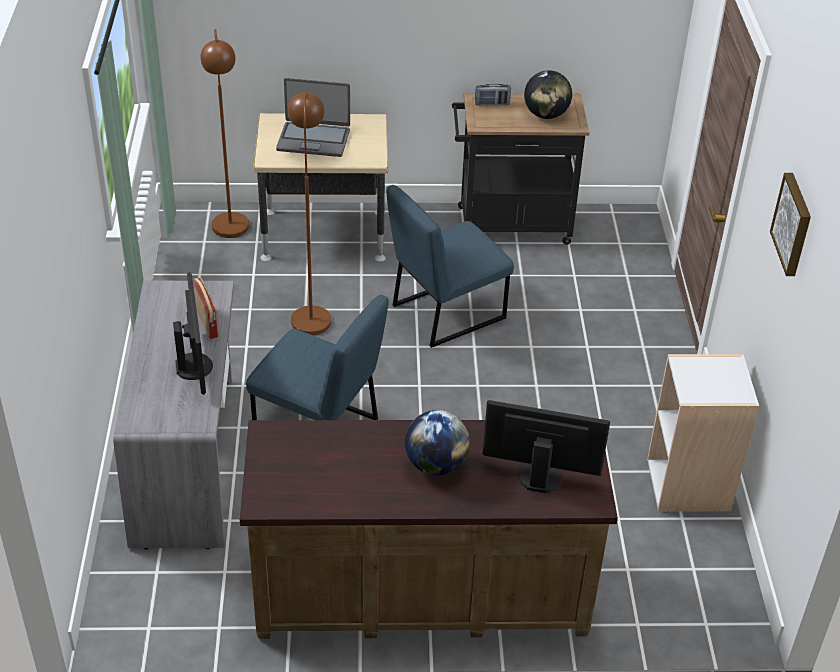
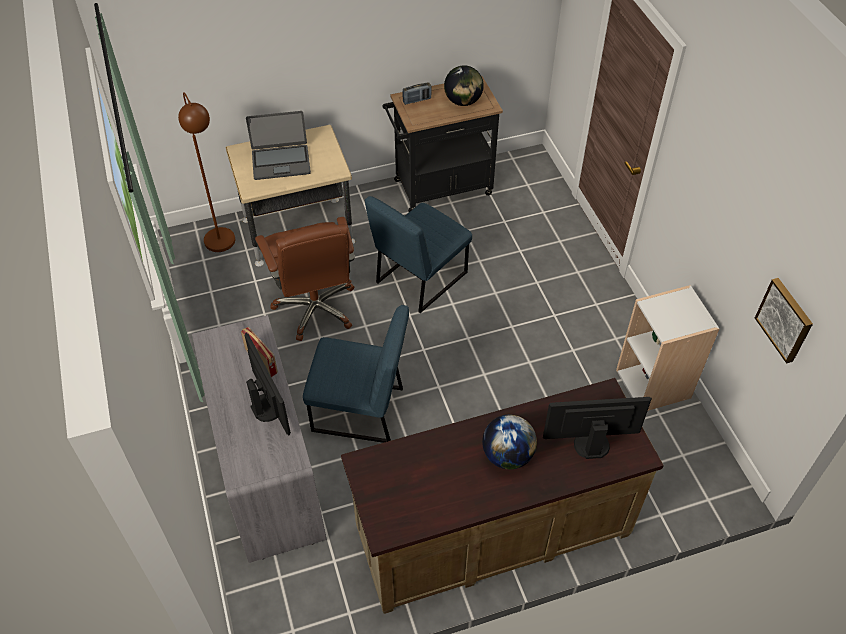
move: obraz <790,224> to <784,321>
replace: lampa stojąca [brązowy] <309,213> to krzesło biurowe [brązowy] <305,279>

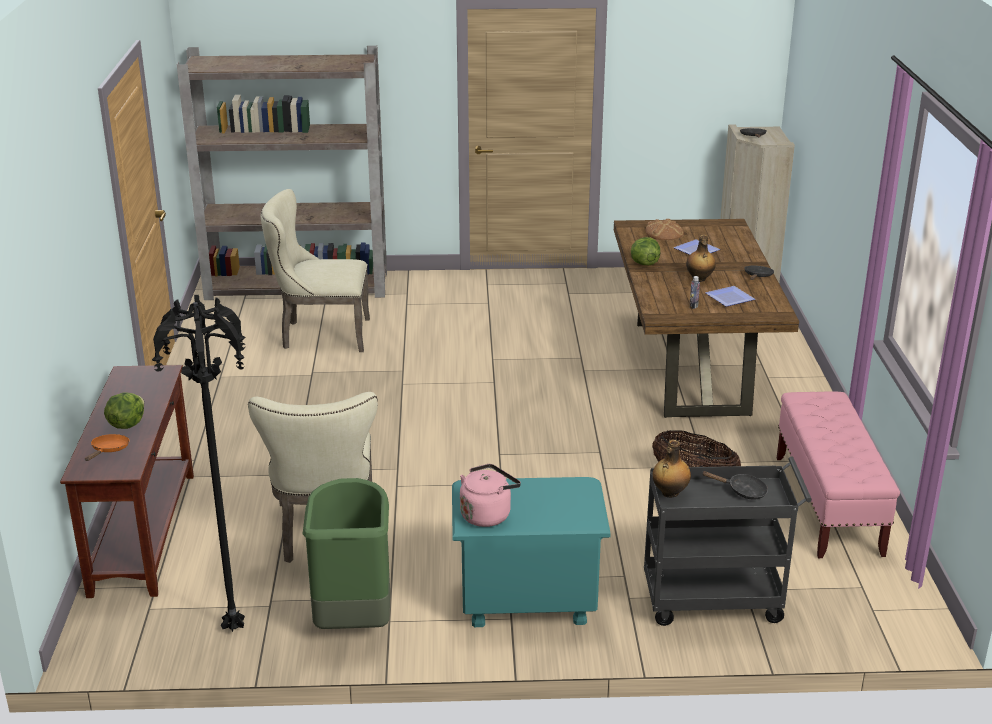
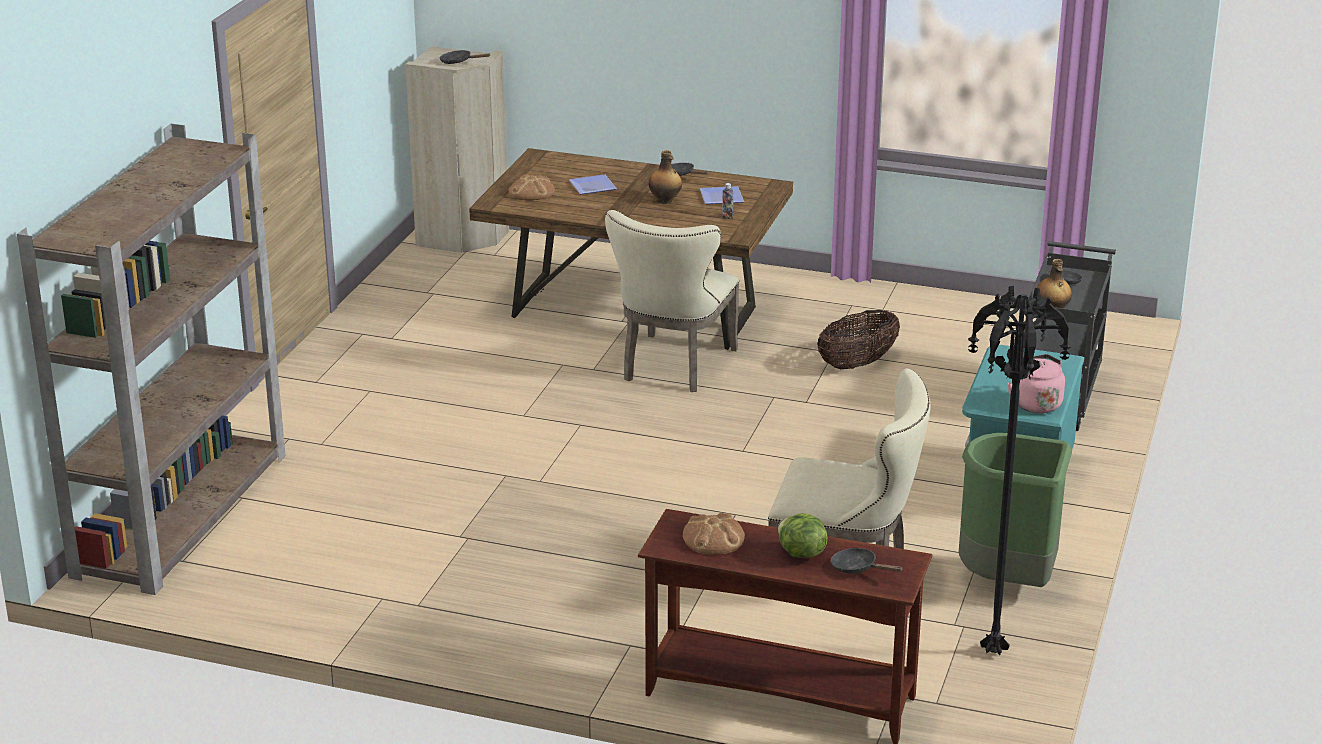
delete: sałata <645,251>; ławka [różowy] <838,474>
insert: chleb <714,534>
move: krzesło [beżowy] <315,270> to <672,301>
recolor: patelnia [pomarańczowy] <107,447> to patelnia [czarny] <867,560>

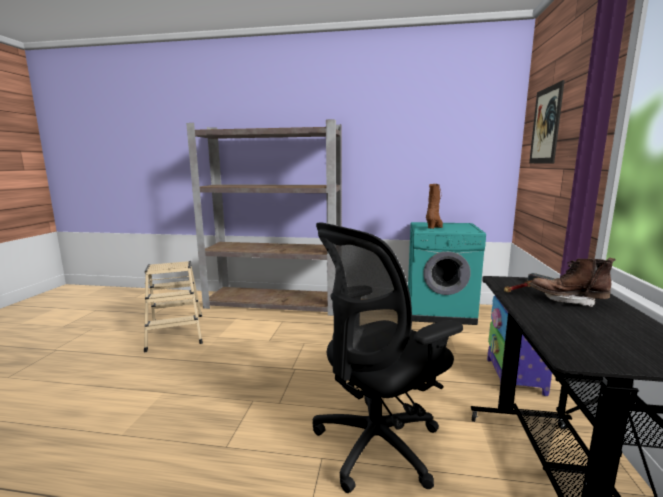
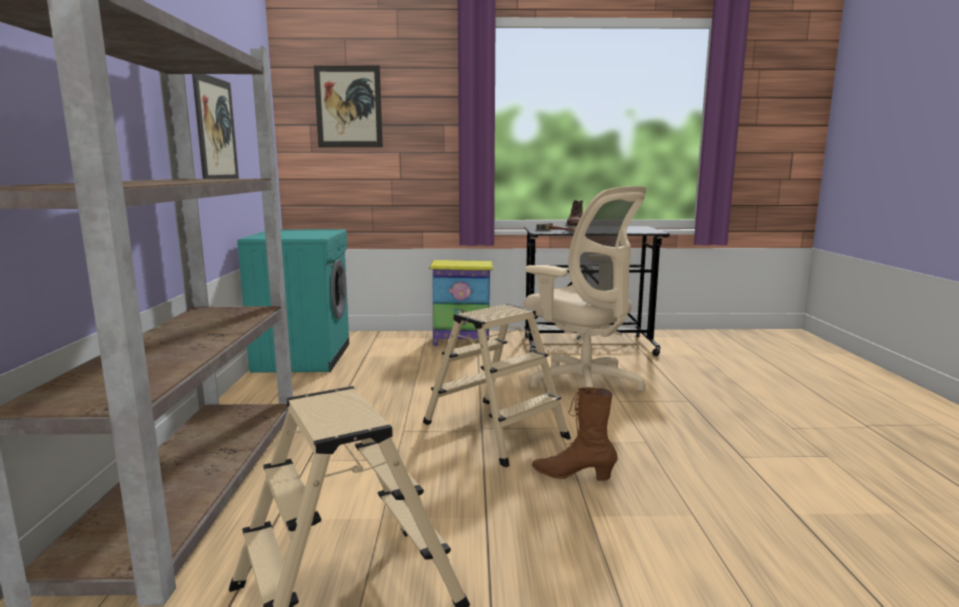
insert: obraz <215,126>; drabinka [beżowy] <497,385>
move: but z cholewką [brązowy] <434,206> to <574,434>
recolor: krzesło biurowe [czarny] <388,357> to krzesło biurowe [beżowy] <585,289>

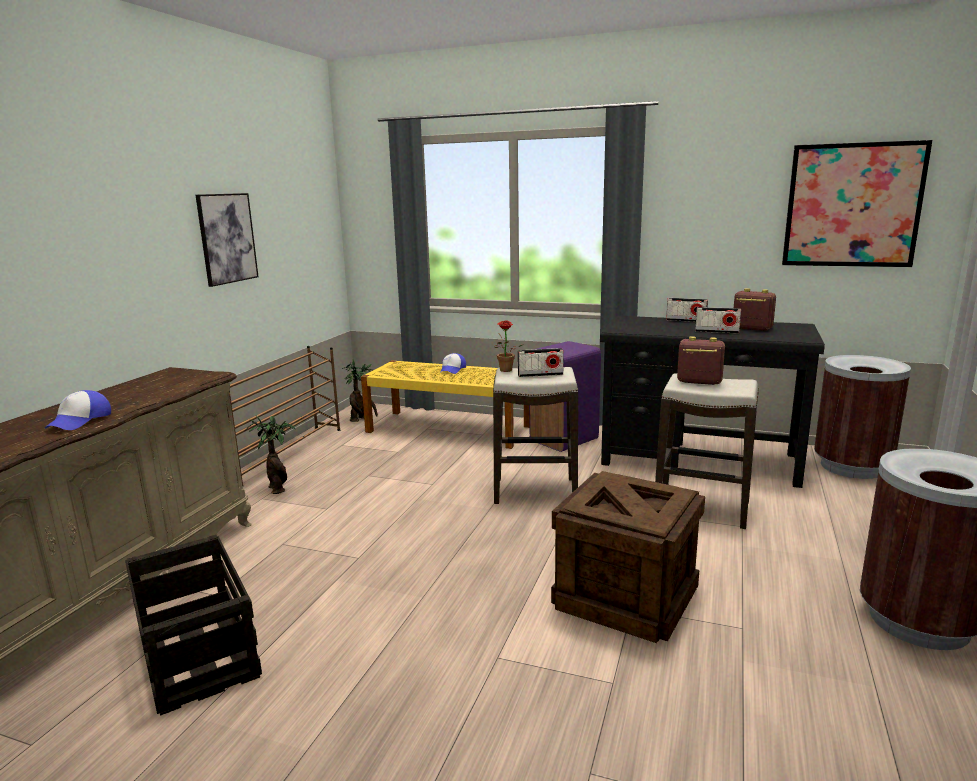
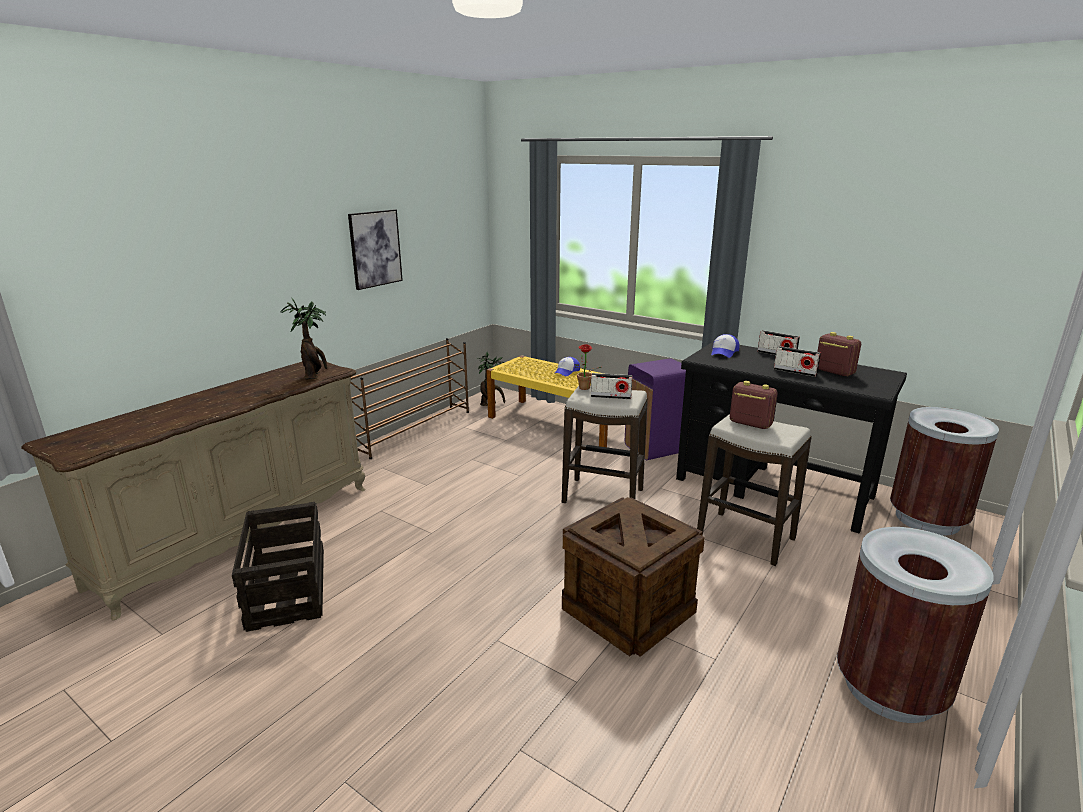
delete: obraz <857,203>
move: czapka z daszkiem <77,410> to <725,346>; roślina doniczkowa <270,455> to <303,338>

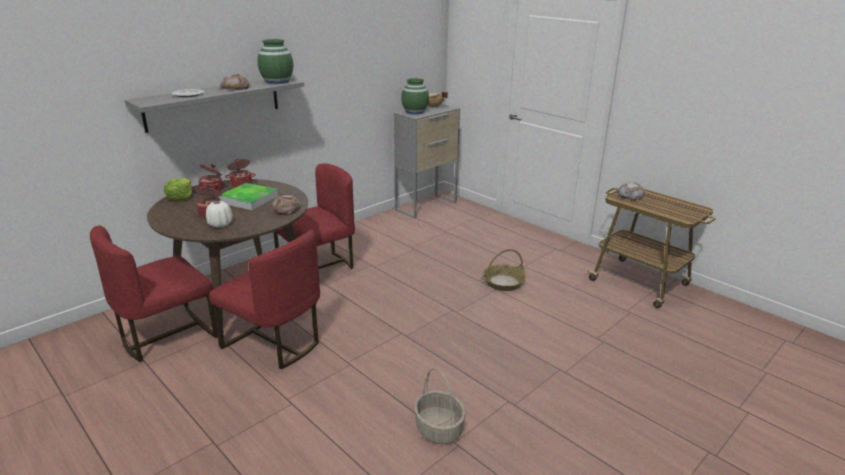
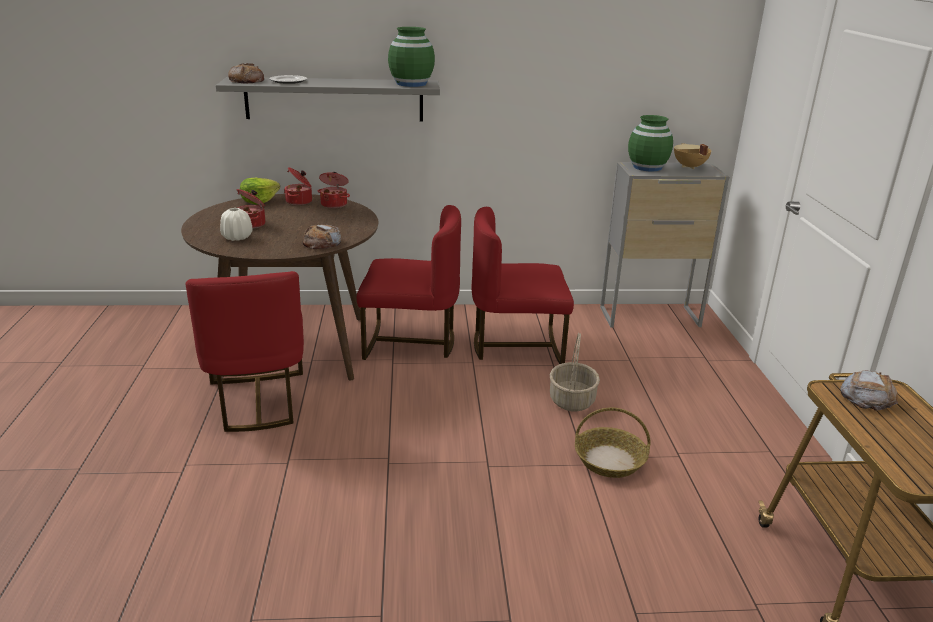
delete: taca <248,196>
move: chleb <235,82> to <246,73>; krzesło [czerwony] <154,293> to <523,285>; koszyk <440,406> to <575,372>

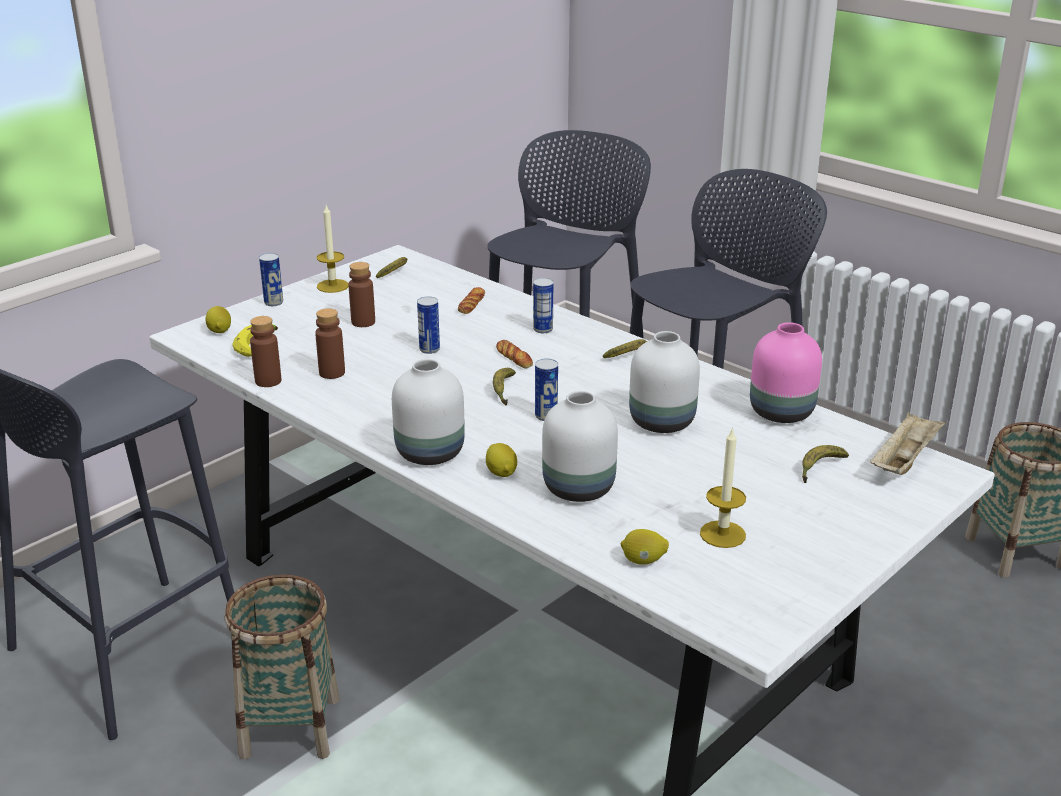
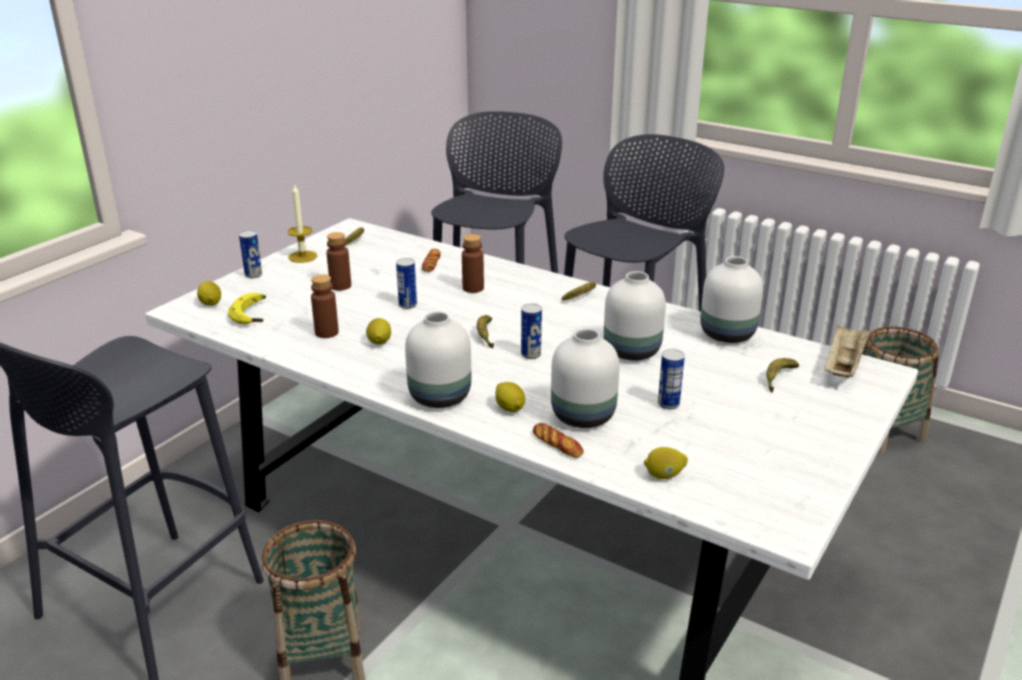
delete: świeca <723,487>
insert: cytryna <378,331>
move: puszka <543,305> to <671,379>; butelka [brązowy] <265,351> to <473,263>; chleb <514,354> to <558,440>
recolor: wazon [różowy] <786,372> to wazon [biały] <731,299>

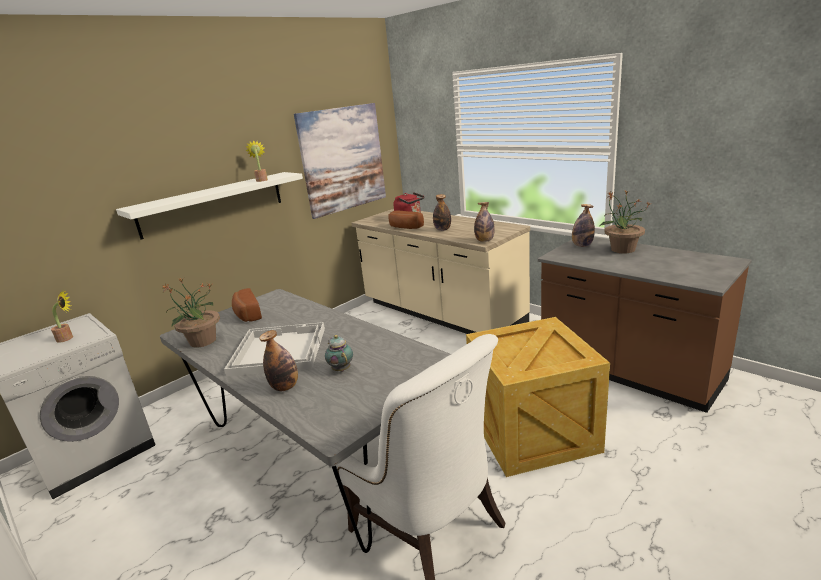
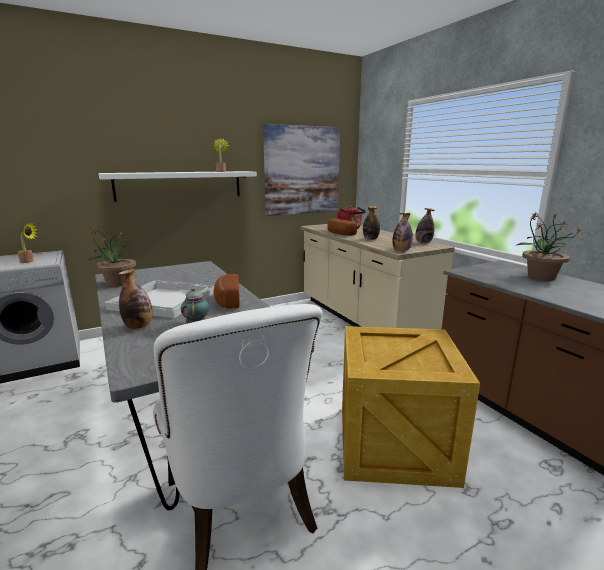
move: butelka <583,225> to <425,226>; chleb <247,305> to <227,291>

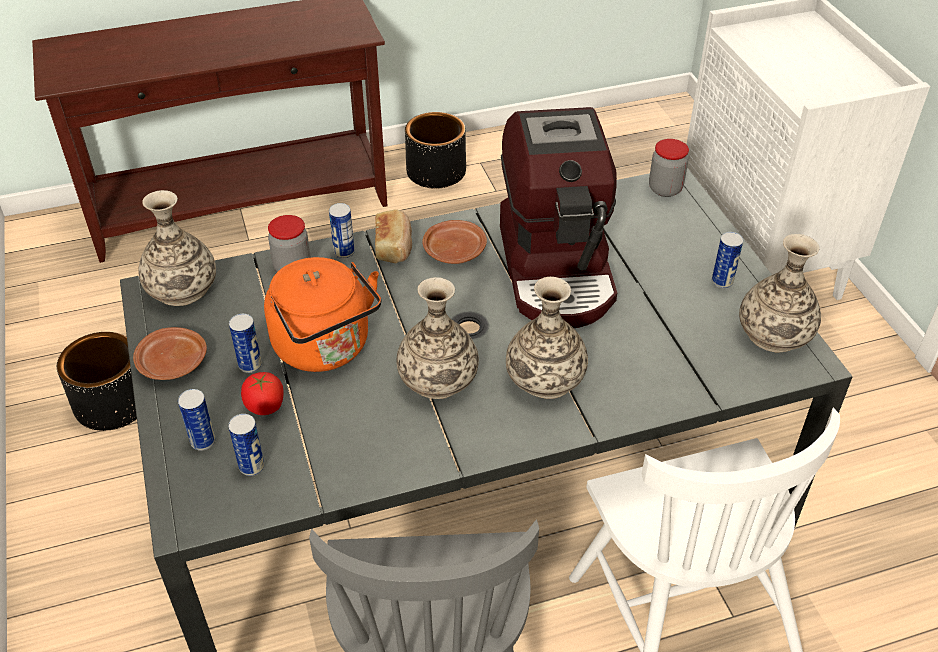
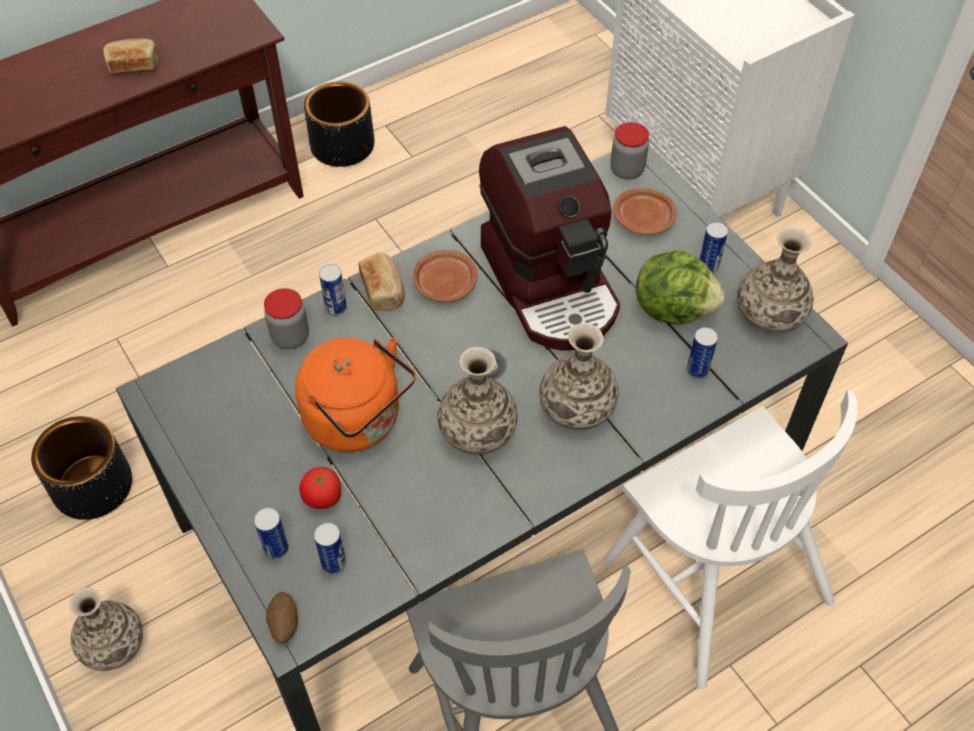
insert: chleb <131,56>; sałata <680,287>; ziemniak <282,618>
move: wazon <177,248> to <106,629>; puszka <245,343> to <702,353>; talerz [brązowy] <170,353> to <644,211>

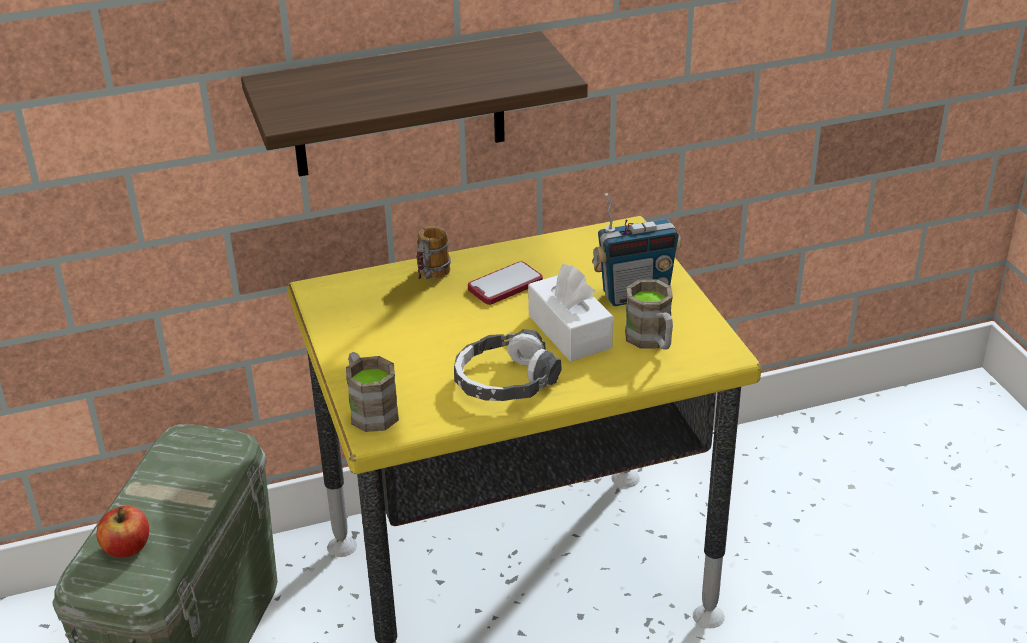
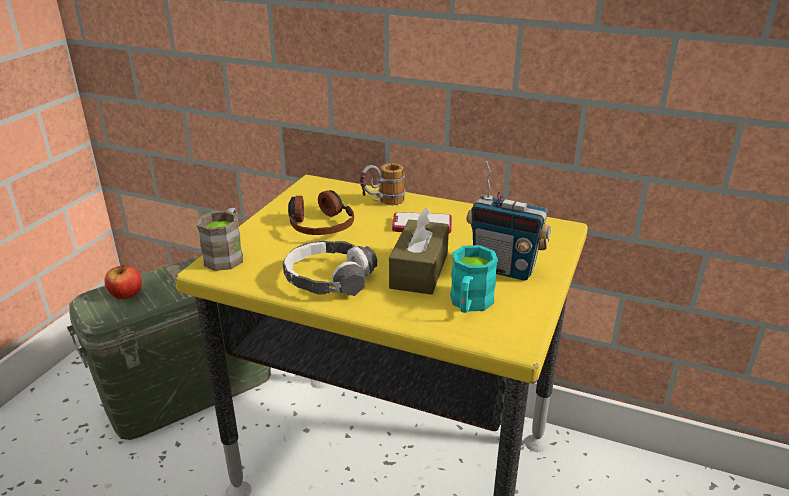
delete: półka <414,104>
insert: słuchawki <321,212>
recolor: pudełko chusteczek [biały] <570,312> to pudełko chusteczek [brązowy] <419,251>; kubek [brązowy] <649,314> to kubek [turkusowy] <474,279>

